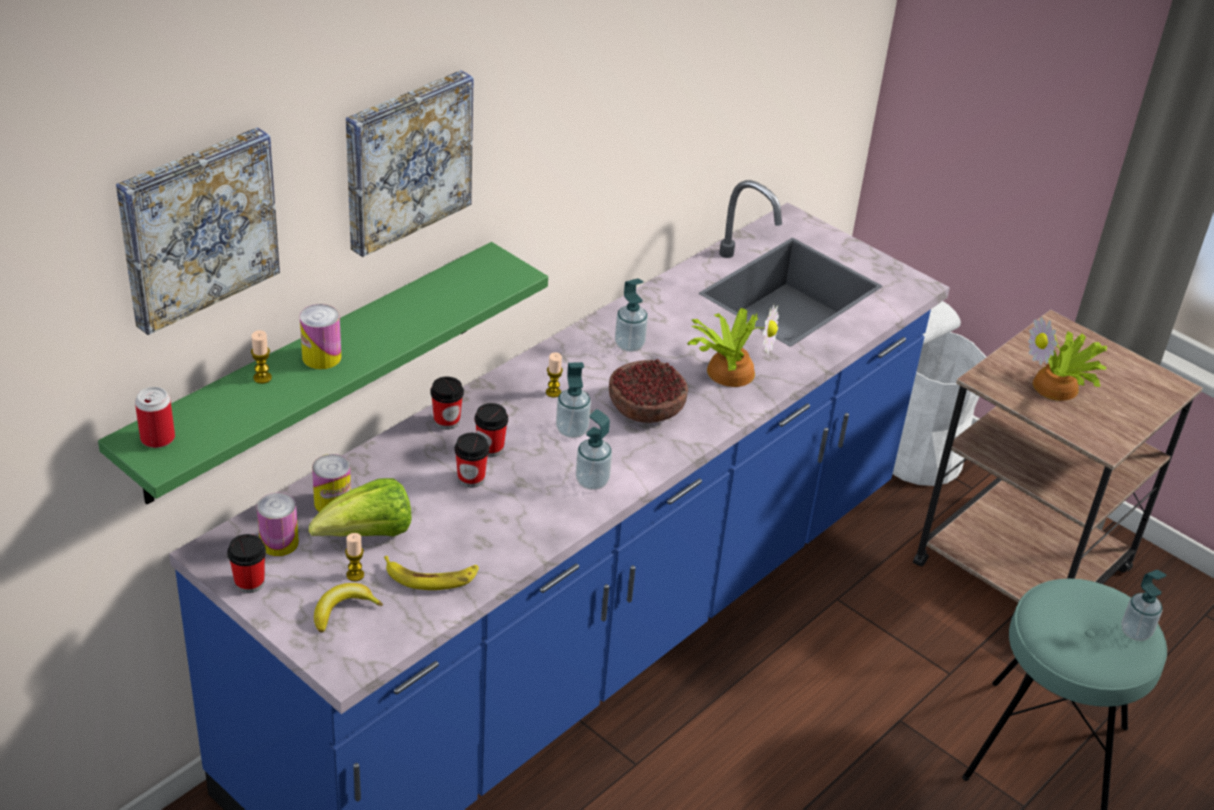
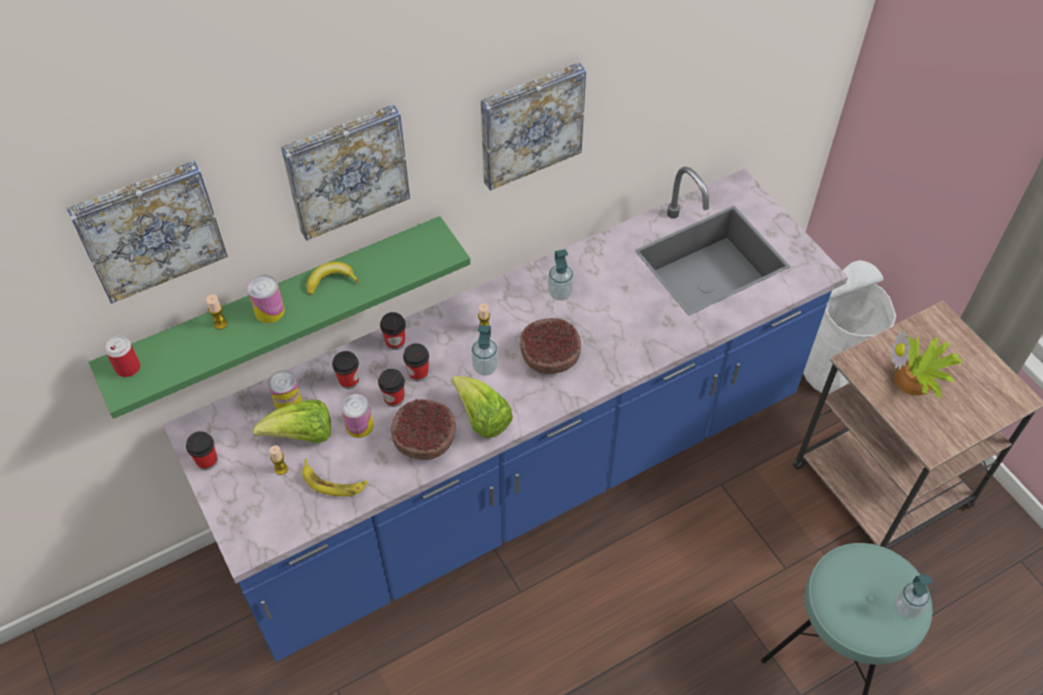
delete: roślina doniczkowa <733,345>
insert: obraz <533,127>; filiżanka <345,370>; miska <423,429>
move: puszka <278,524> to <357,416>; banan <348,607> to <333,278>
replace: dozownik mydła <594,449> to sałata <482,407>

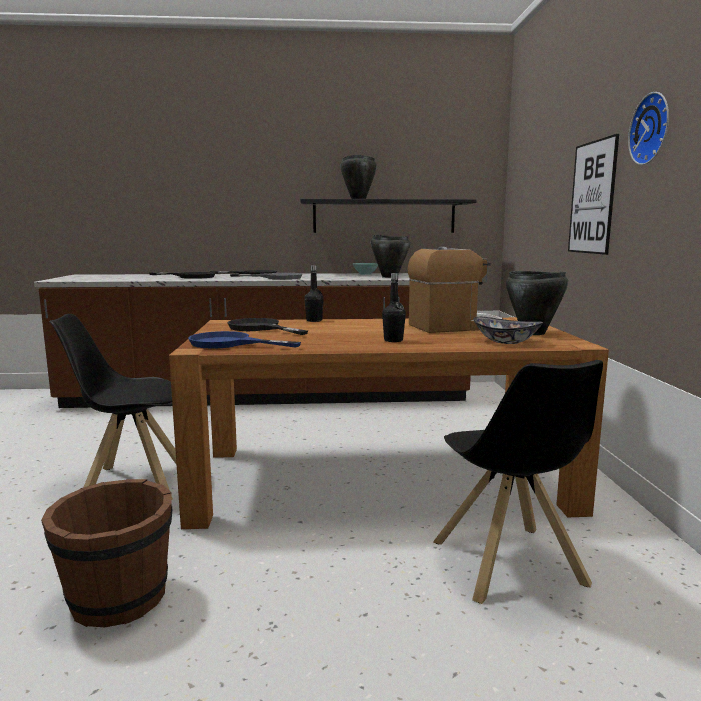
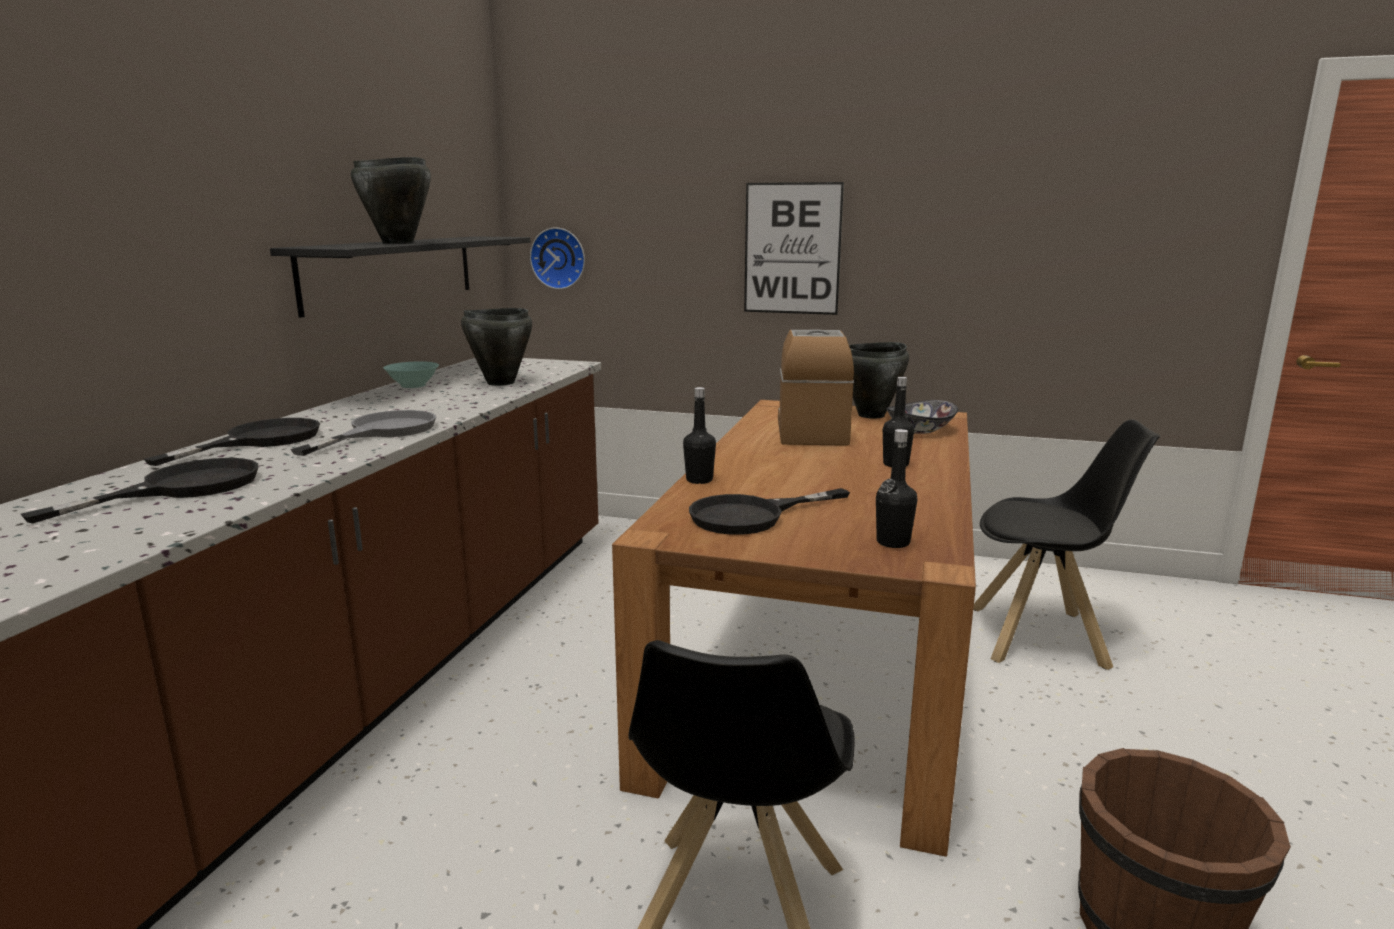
move: zegar ścienny <648,128> to <557,258>
replace: patelnia [niebieski] <244,340> to butelka [czarny] <896,488>

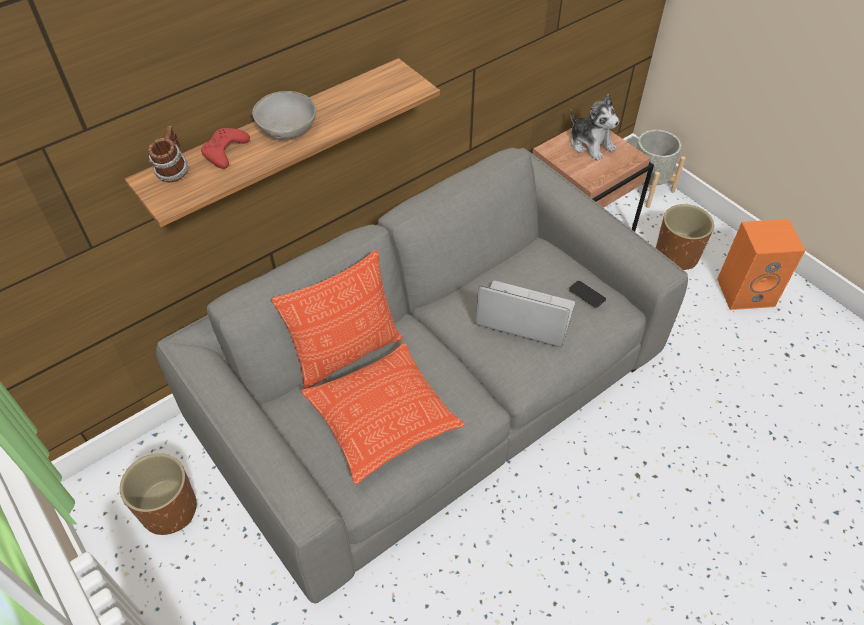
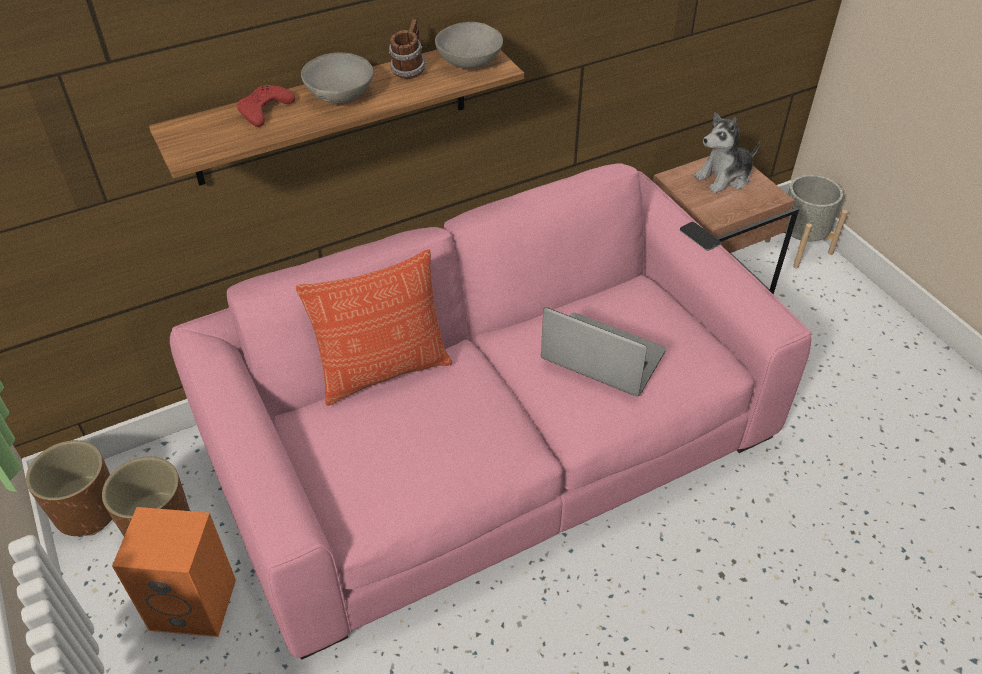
delete: poduszka [pomarańczowy] <383,414>
insert: miska [szary] <469,45>
move: kubek <168,154> to <407,49>; donica [brązowy] <685,237> to <69,488>; głośnik [pomarańczowy] <761,264> to <174,572>; telefon <587,295> to <700,236>
recolor: kanapa [szary] <422,375> to kanapa [różowy] <490,411>
rotate: pluszak <594,127> = <727,152> 90 degrees clockwise

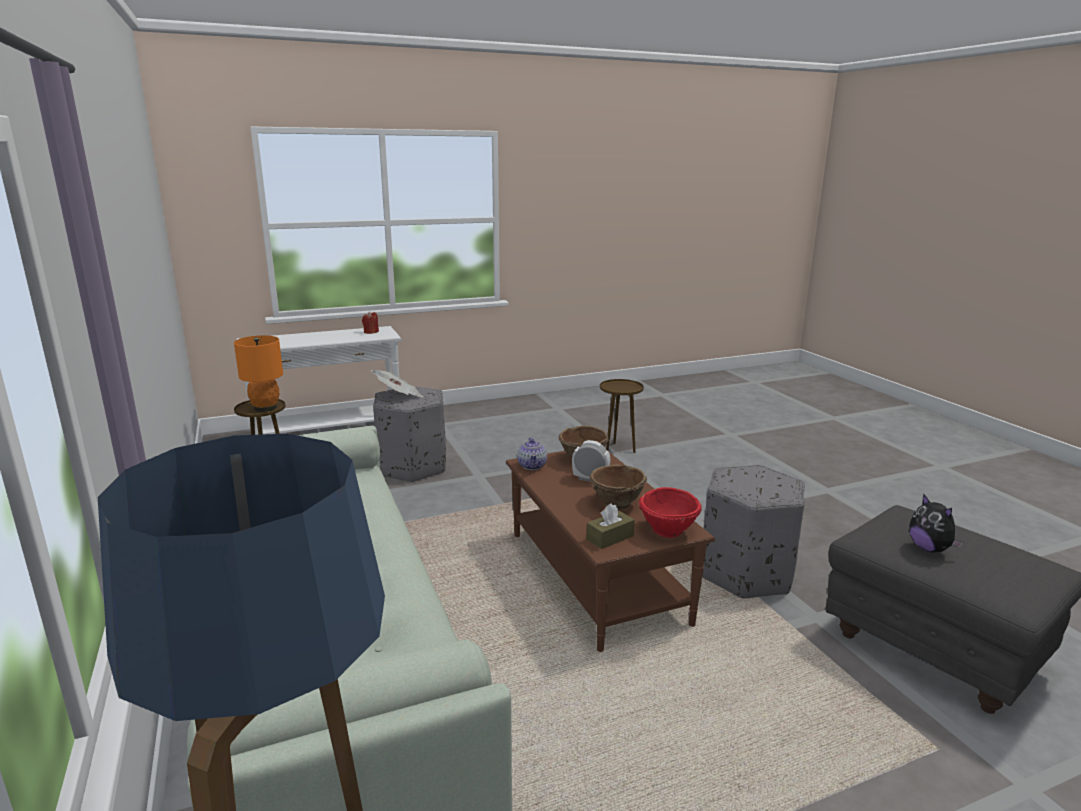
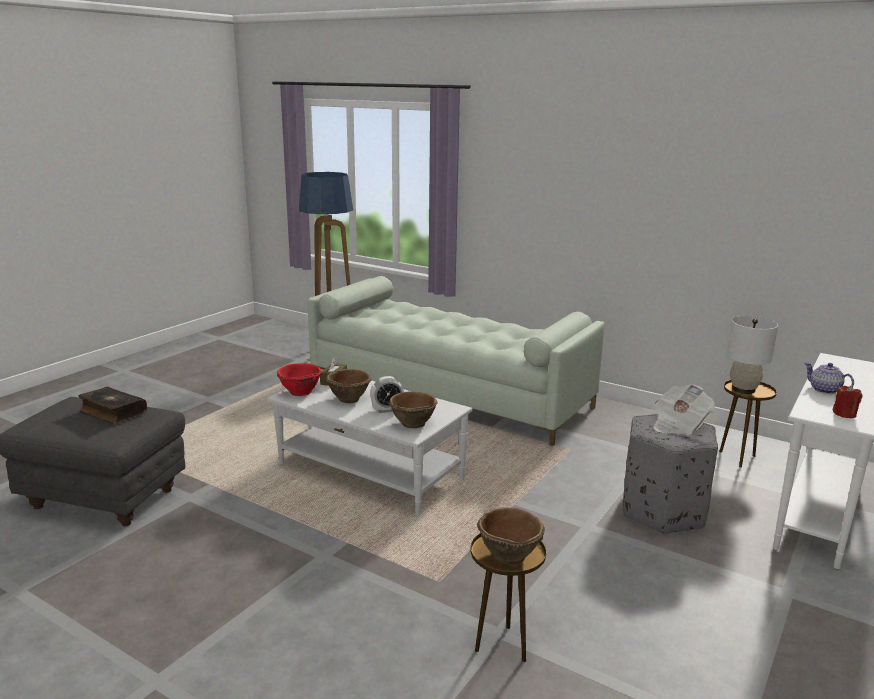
delete: pufa [szary] <753,531>
insert: miska [brązowy] <511,536>
move: imbryk <532,453> to <829,378>
replace: pluszak <936,523> to książka <112,405>
recolor: lampa stołowa [pomarańczowy] <258,373> to lampa stołowa [biały] <752,355>; ława [brązowy] <610,551> to ława [biały] <370,446>

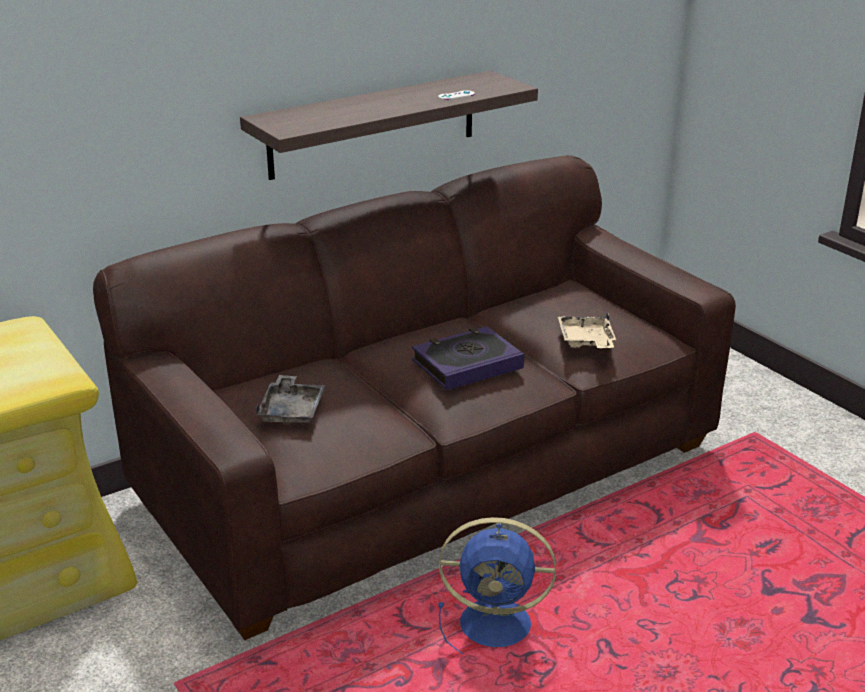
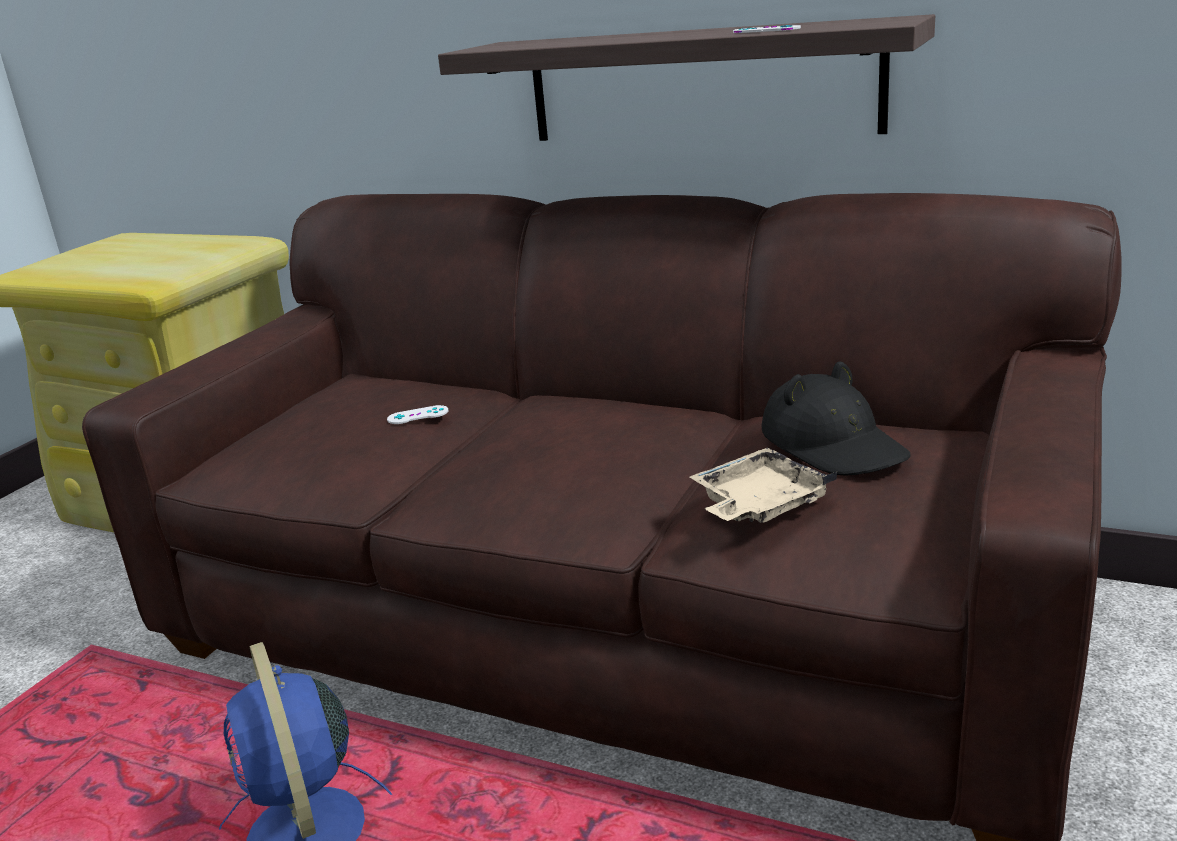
delete: książka <468,358>; taca [szary] <290,400>
insert: kapelusz [czarny] <836,419>; pad do gier [biały] <417,414>

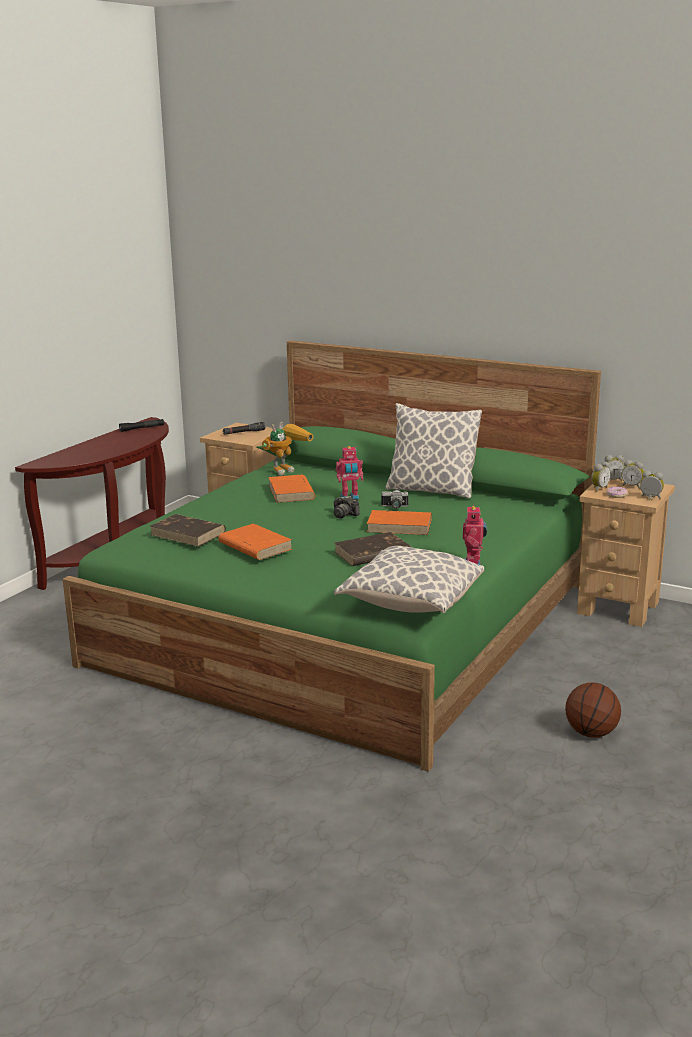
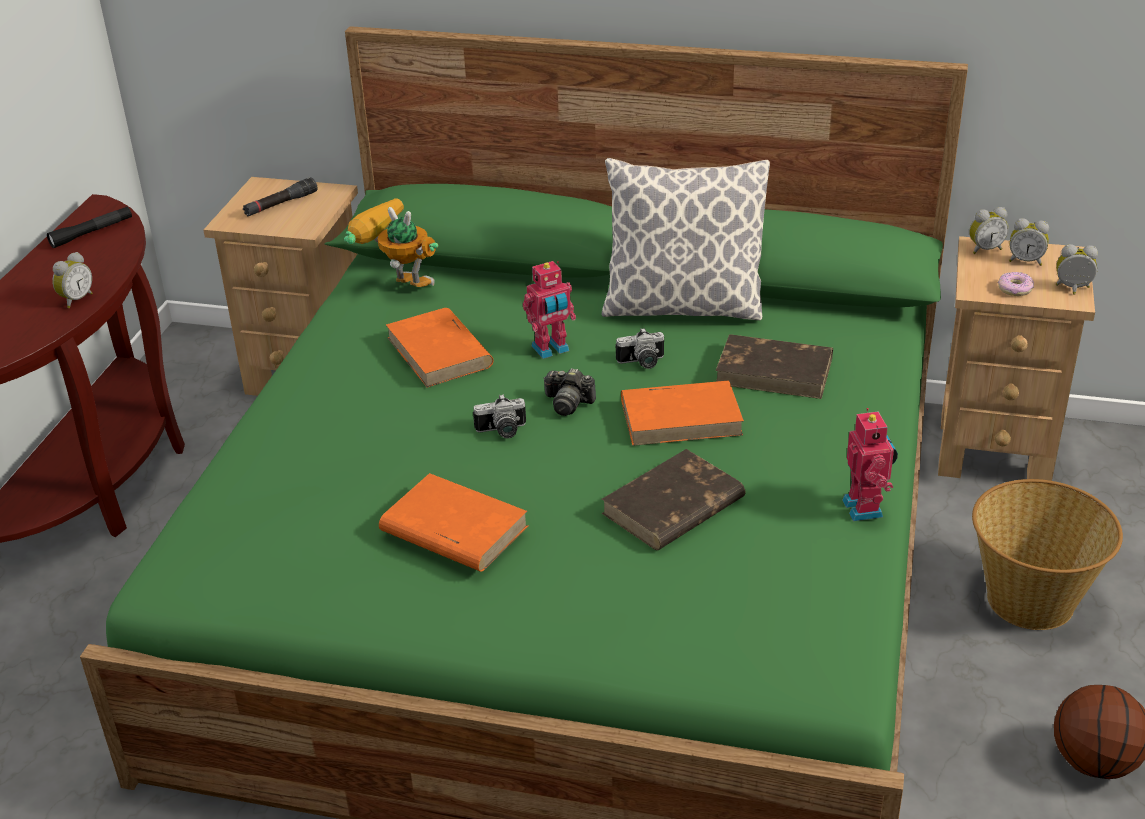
delete: poduszka <409,579>
insert: aparat fotograficzny <499,416>; koszyk <1047,554>
move: budzik <601,476> to <72,280>; książka [brązowy] <188,530> to <774,366>
rotate: robot zabawkowy <288,449> = <391,242> 90 degrees counterclockwise

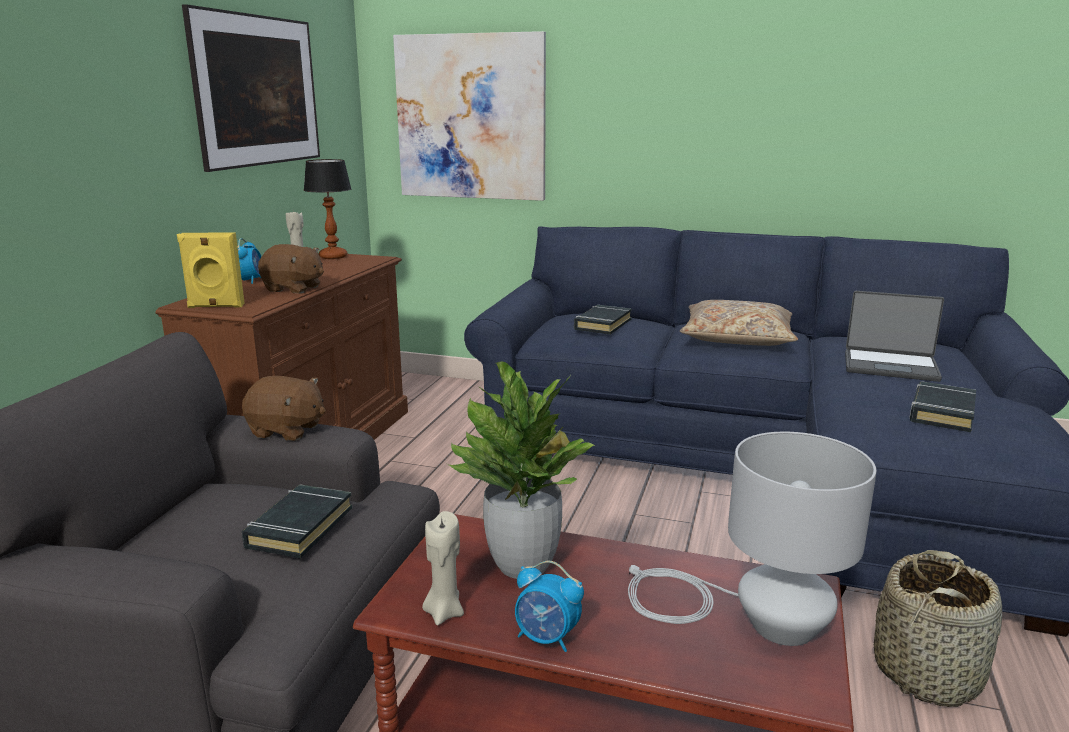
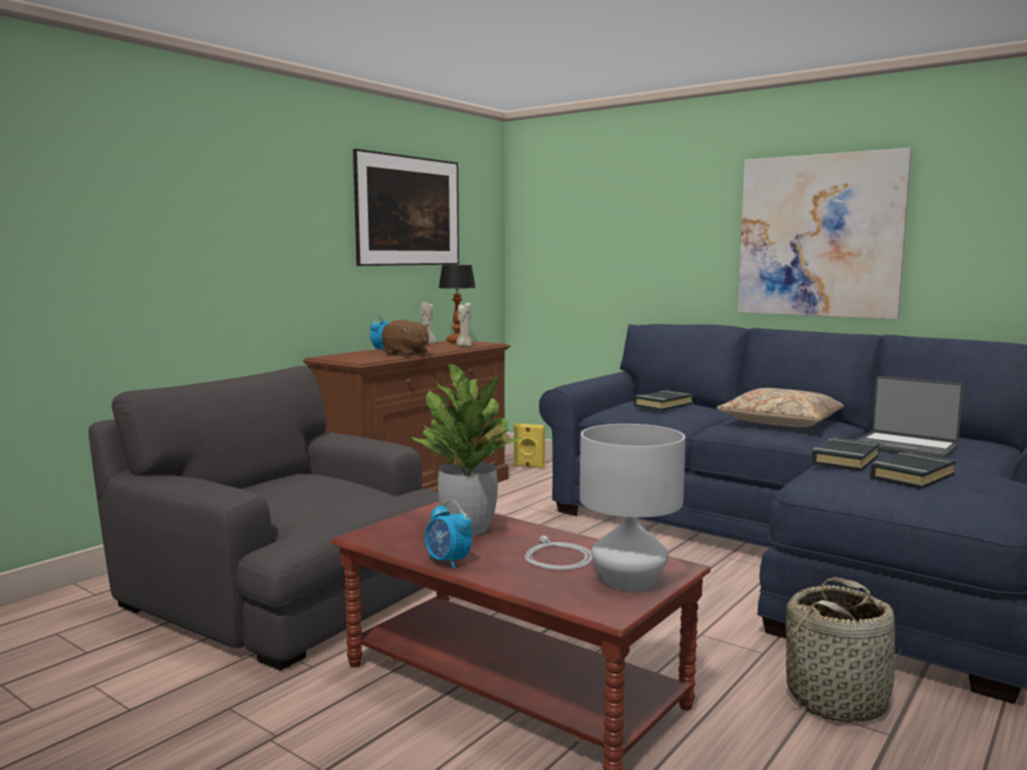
delete: pluszak [brązowy] <284,408>
move: obraz <469,116> to <825,233>; głośnik [żółty] <211,270> to <529,445>; książka [czarny] <297,521> to <845,454>; świeca [beżowy] <443,568> to <464,324>

